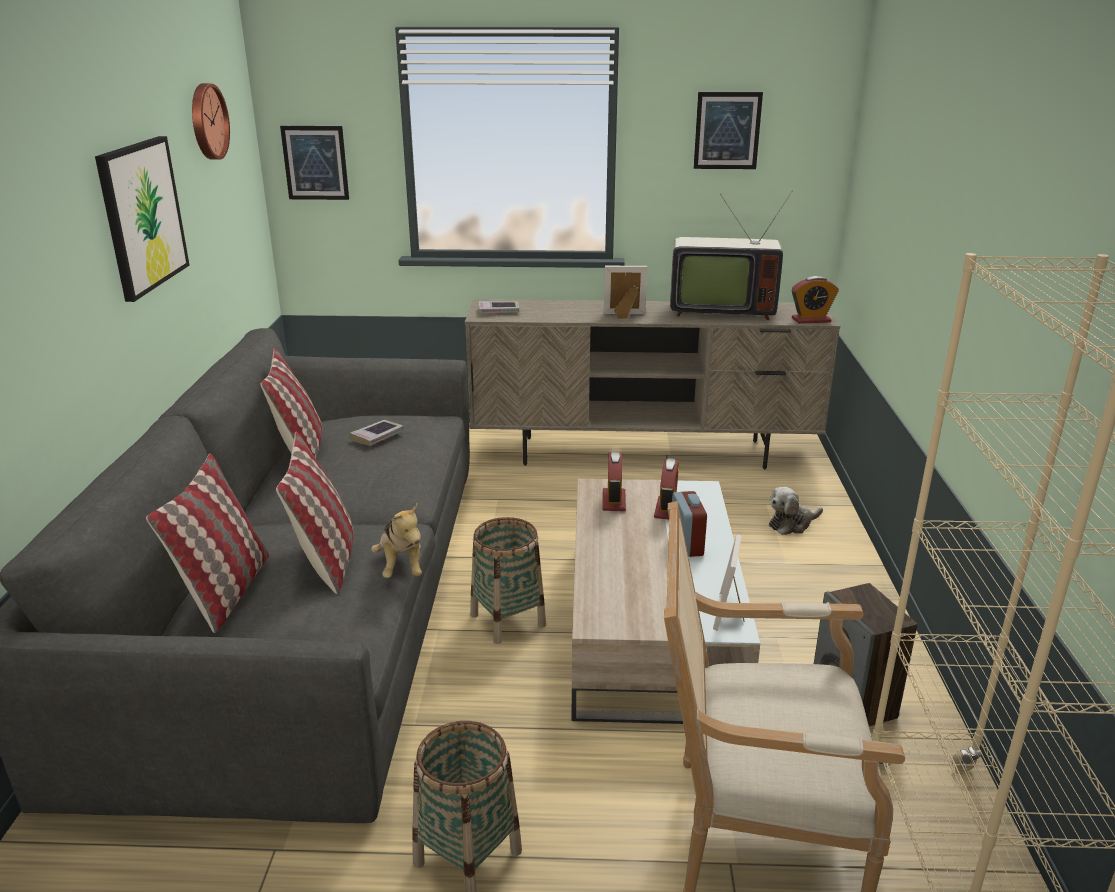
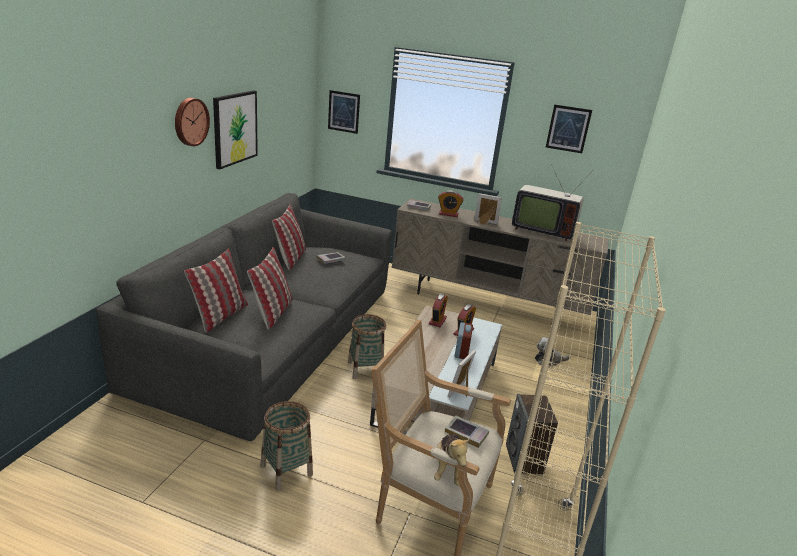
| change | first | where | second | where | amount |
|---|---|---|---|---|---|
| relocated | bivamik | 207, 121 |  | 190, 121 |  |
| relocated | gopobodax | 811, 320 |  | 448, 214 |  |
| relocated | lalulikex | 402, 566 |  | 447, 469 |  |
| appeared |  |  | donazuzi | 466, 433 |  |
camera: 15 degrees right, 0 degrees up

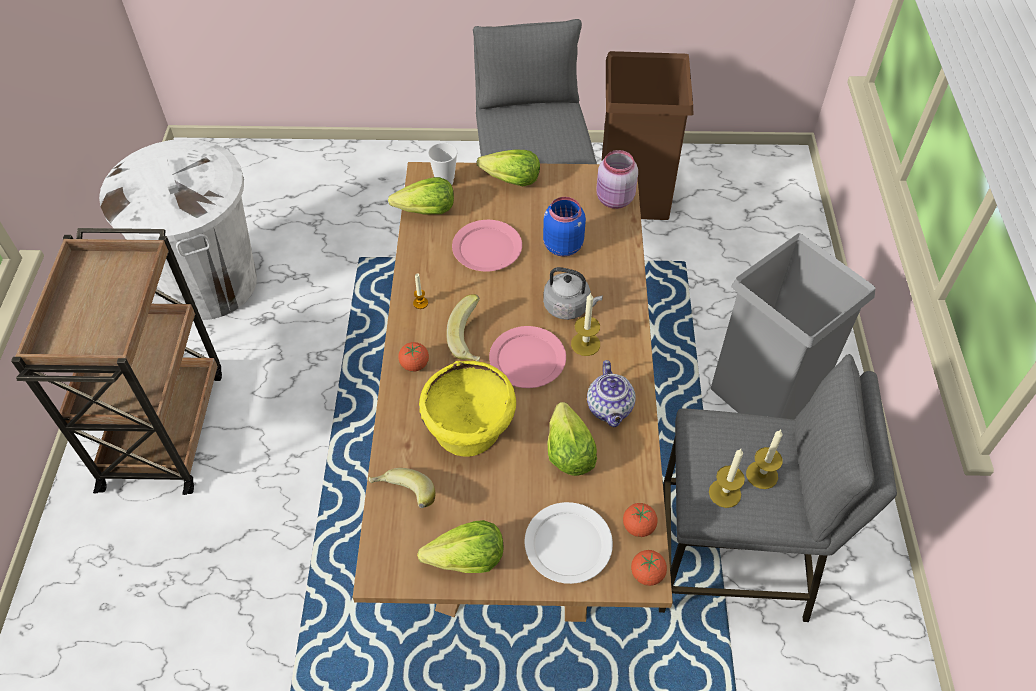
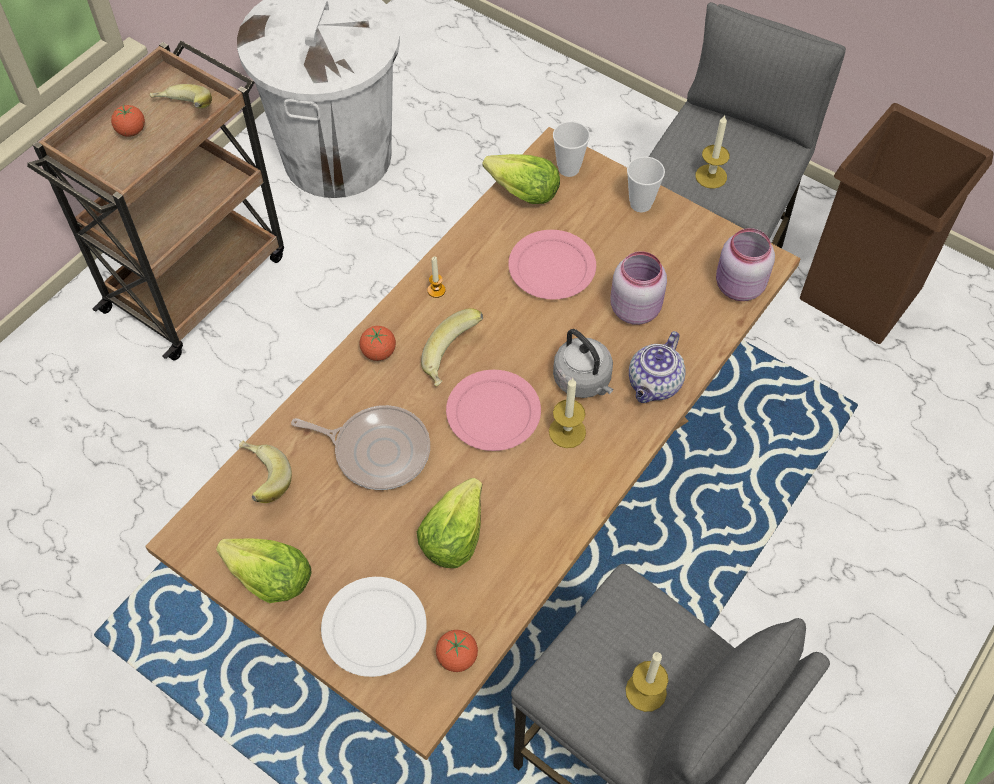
| change | first | where | second | where | amount |
|---|---|---|---|---|---|
| exchanged | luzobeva | 511, 180 | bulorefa | 640, 204 |  |
| colour | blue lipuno | 562, 245 | pink lipuno | 635, 308 |  |
| missing | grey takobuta | 765, 392 |  |  |  |
| relocated | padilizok | 610, 409 |  | 654, 385 |  |
| exchanged | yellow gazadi | 469, 429 | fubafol | 377, 450 |  |
| relocated | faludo | 725, 493 |  | 711, 176 |  |
| relocated | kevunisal | 647, 574 |  | 131, 131 |  |
| appeared |  |  | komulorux | 184, 112 |  |
camera: 35 degrees right, 5 degrees up

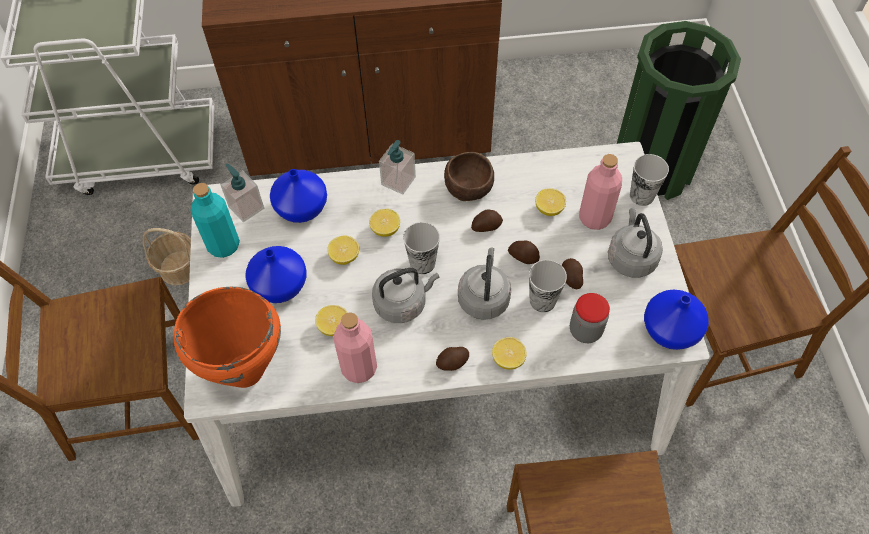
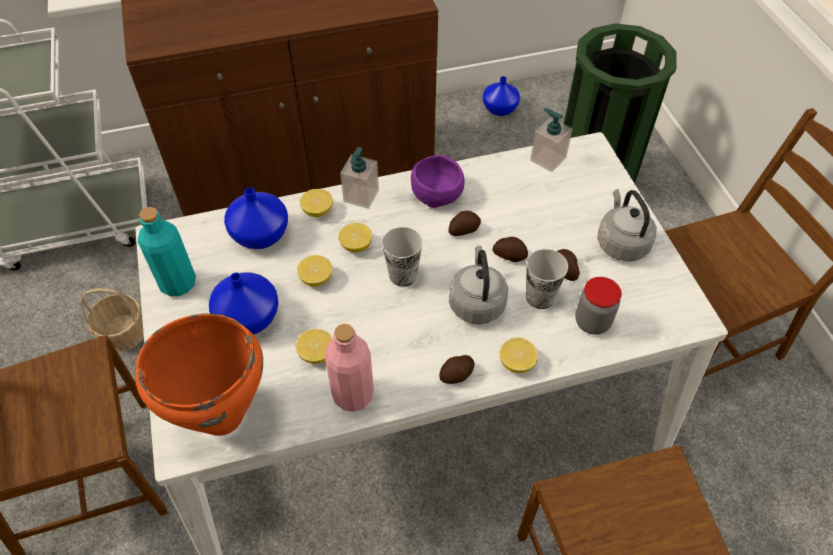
| change | first | where | second | where | amount |
|---|---|---|---|---|---|
| colour | brown gazadi | 469, 186 | purple gazadi | 437, 192 |  |
| missing | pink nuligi | 594, 218 |  |  |  |
| missing | bulorefa | 641, 196 |  |  |  |
| relocated | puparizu | 246, 207 |  | 547, 159 |  |
| relocated | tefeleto | 549, 209 |  | 317, 211 |  |
| missing | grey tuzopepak | 403, 303 |  |  |  |
| relocated | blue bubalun | 671, 331 |  | 500, 109 |  |
camera: 10 degrees left, 5 degrees down

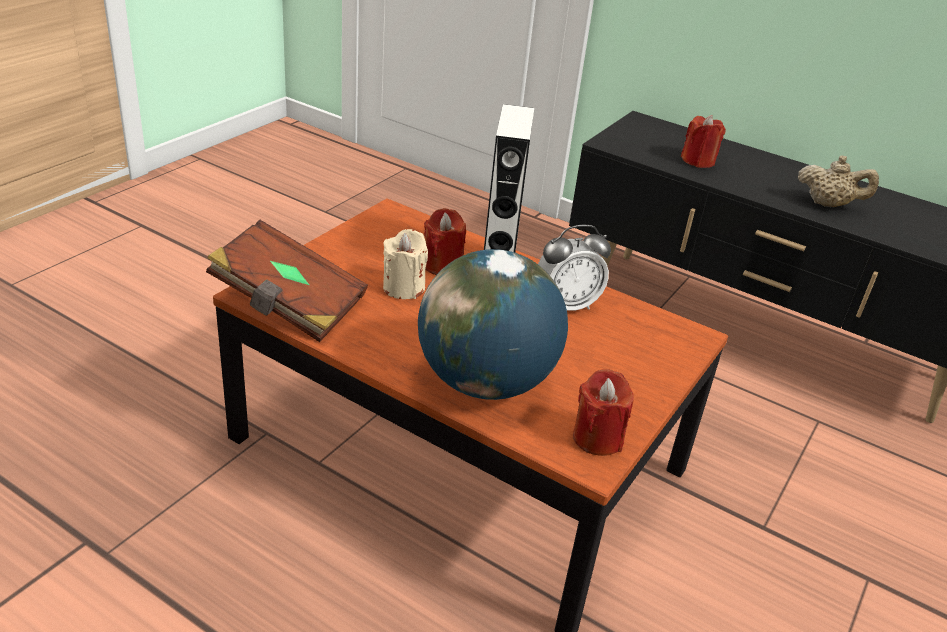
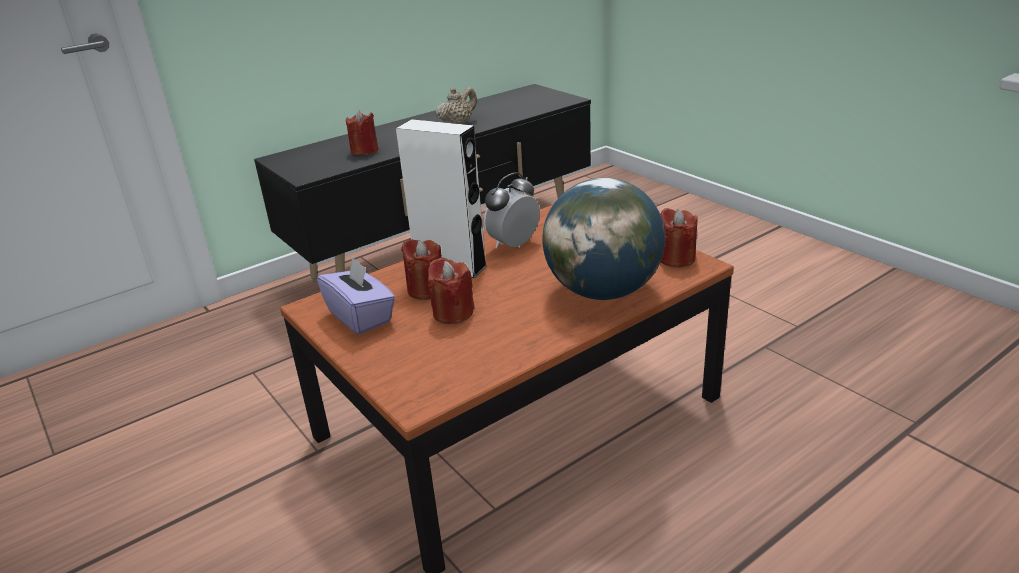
| change | first | where | second | where | amount |
|---|---|---|---|---|---|
| missing | brown donazuzi | 288, 304 |  |  |  |
| spun | gopobodax | 566, 305 |  | 513, 245 | 135 degrees counterclockwise |
| colour | beige faludo | 404, 288 | red faludo | 453, 313 |  |
| appeared |  |  | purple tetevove | 361, 317 |  |
camera: 65 degrees left, 5 degrees down

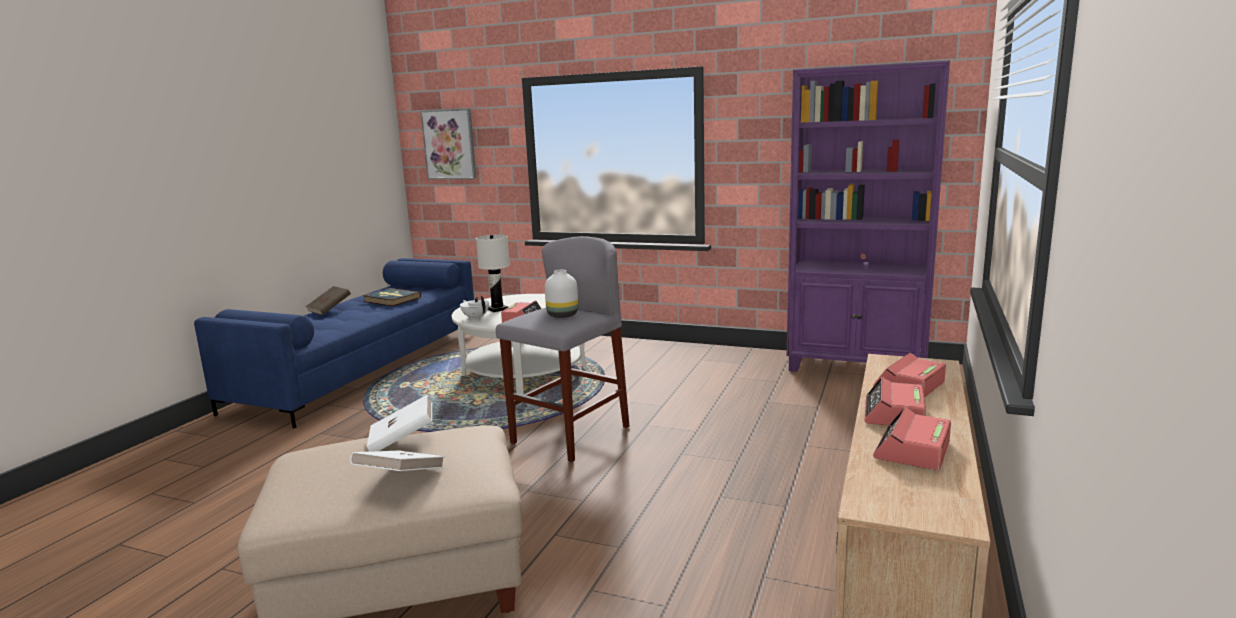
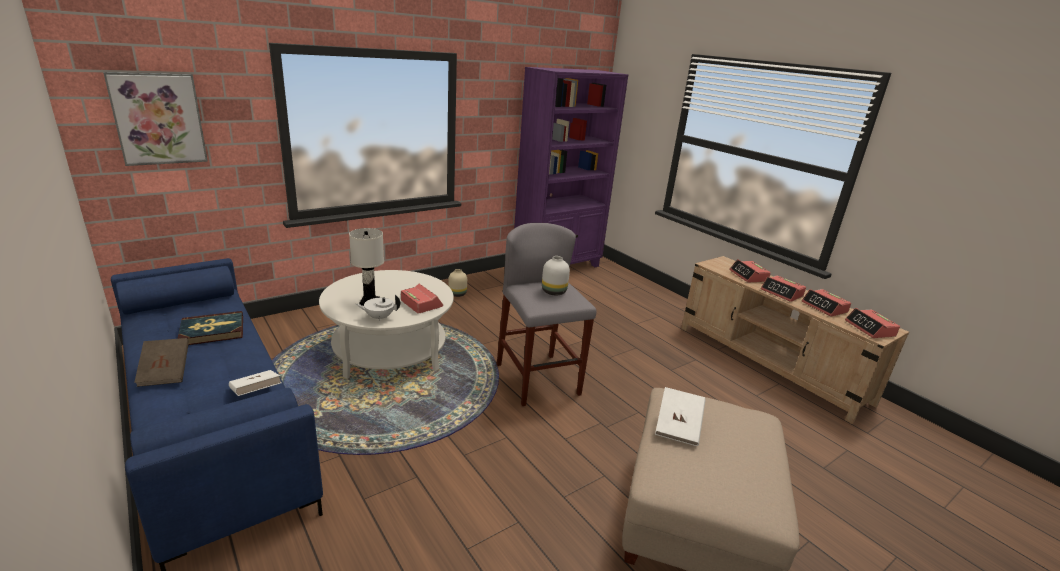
| change | first | where | second | where | amount |
|---|---|---|---|---|---|
| relocated | white donazuzi | 401, 478 |  | 256, 393 |  |
| appeared |  |  | beige bubalun | 457, 294 |  |
| appeared |  |  | gopobodax | 870, 329 |  |
camera: 60 degrees left, 10 degrees up

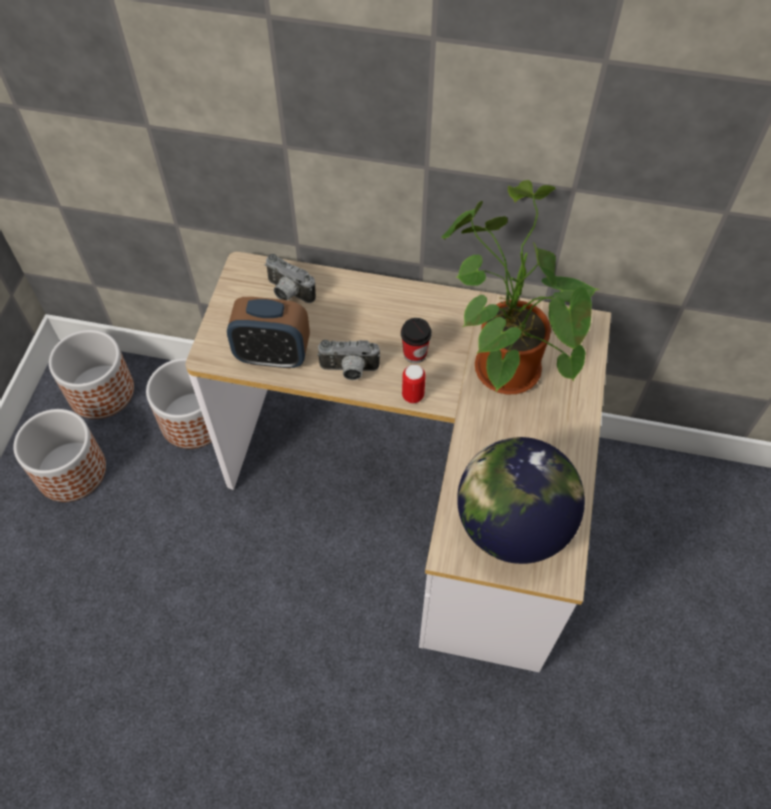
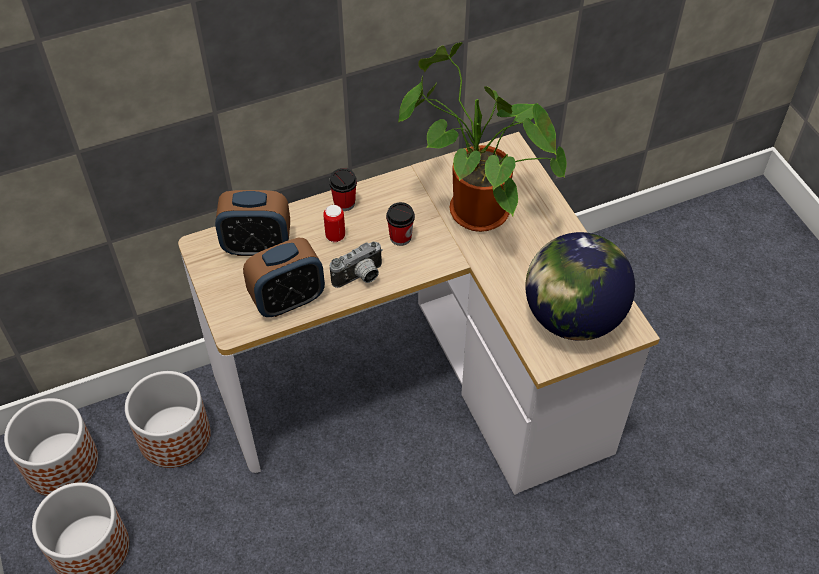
| change | first | where | second | where | amount |
|---|---|---|---|---|---|
| exchanged | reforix | 287, 293 | gopobodax | 257, 246 |  |
| relocated | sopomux | 413, 395 |  | 335, 236 |  |
| appeared |  |  | bulorefa | 344, 203 |  |
camera: 35 degrees left, 5 degrees down

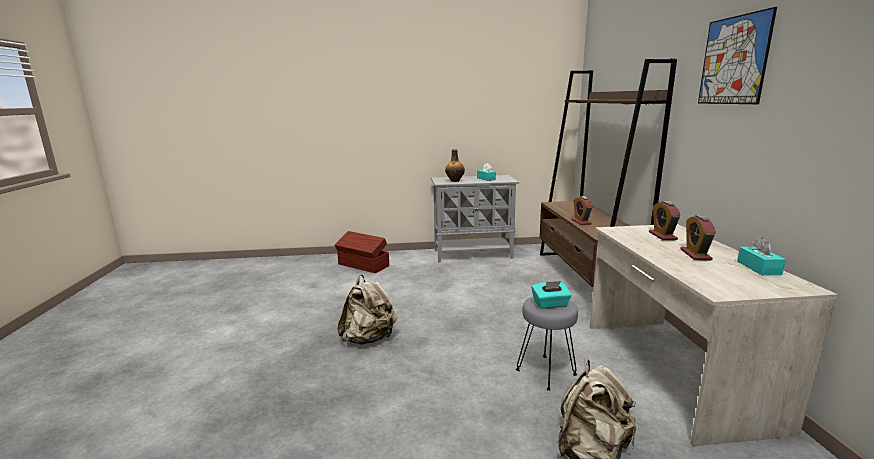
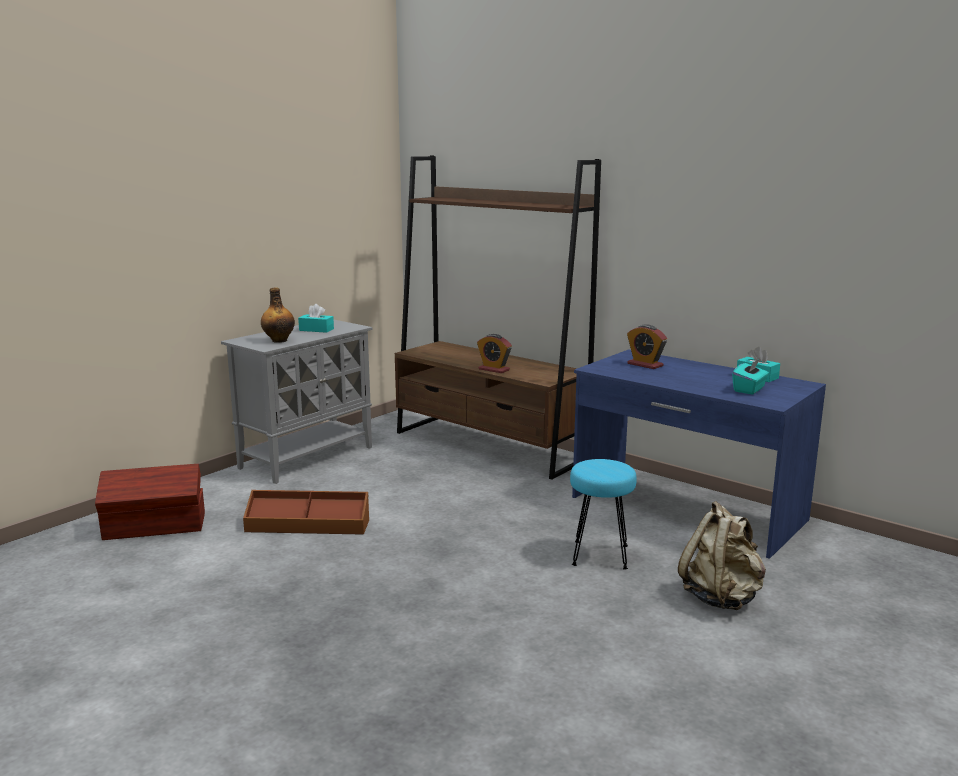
| change | first | where | second | where | amount |
|---|---|---|---|---|---|
| missing | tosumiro | 733, 60 |  |  |  |
| missing | gopobodax | 695, 255 |  |  |  |
| colour | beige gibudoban | 672, 371 | blue gibudoban | 686, 509 |  |
| missing | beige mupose | 369, 339 |  |  |  |
| relocated | turquoise tetevove | 550, 304 |  | 749, 389 |  |
| colour | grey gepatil | 545, 372 | turquoise gepatil | 599, 555 |  |
| appeared |  |  | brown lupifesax | 308, 525 |  |
camera: 45 degrees left, 0 degrees up

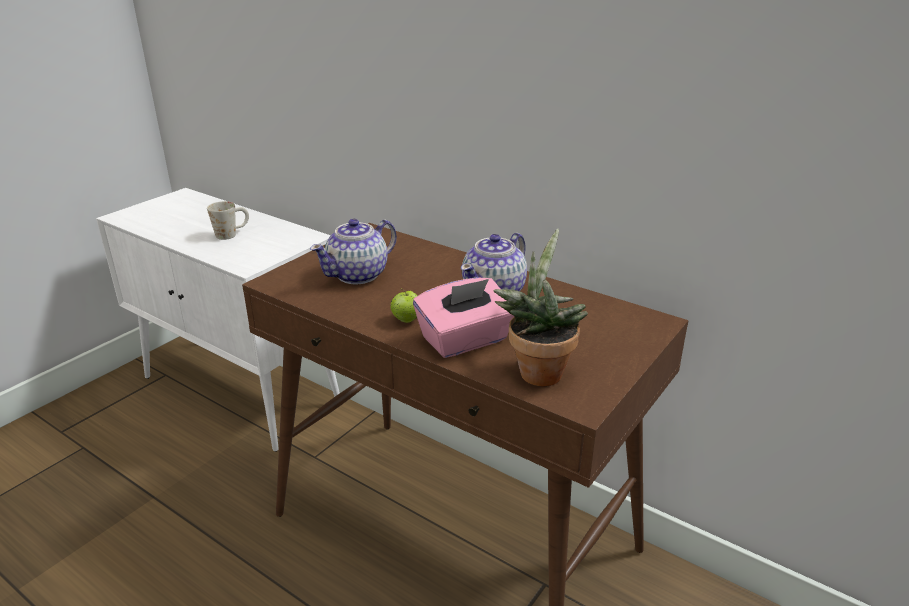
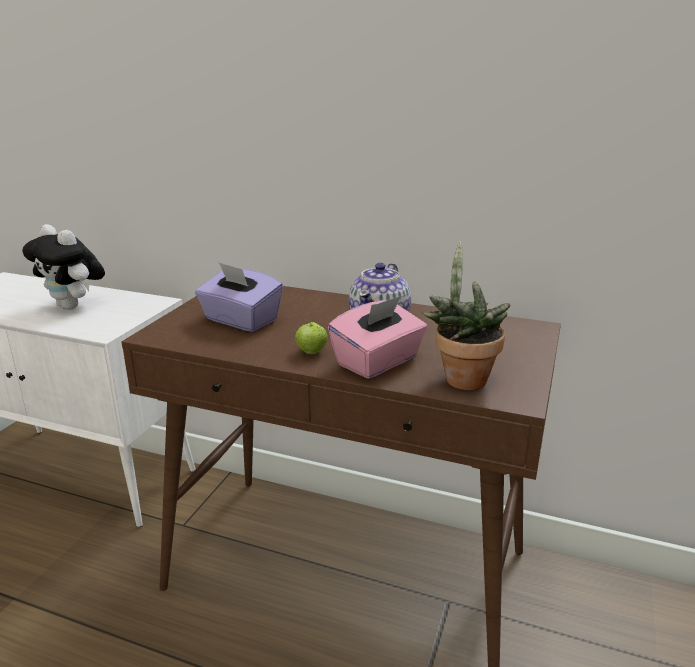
| change | first | where | second | where | amount |
|---|---|---|---|---|---|
| exchanged | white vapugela | 232, 234 | lalulikex | 74, 307 |  |
| exchanged | padilizok | 358, 275 | purple tetevove | 240, 320 |  |
camera: 15 degrees left, 5 degrees down

